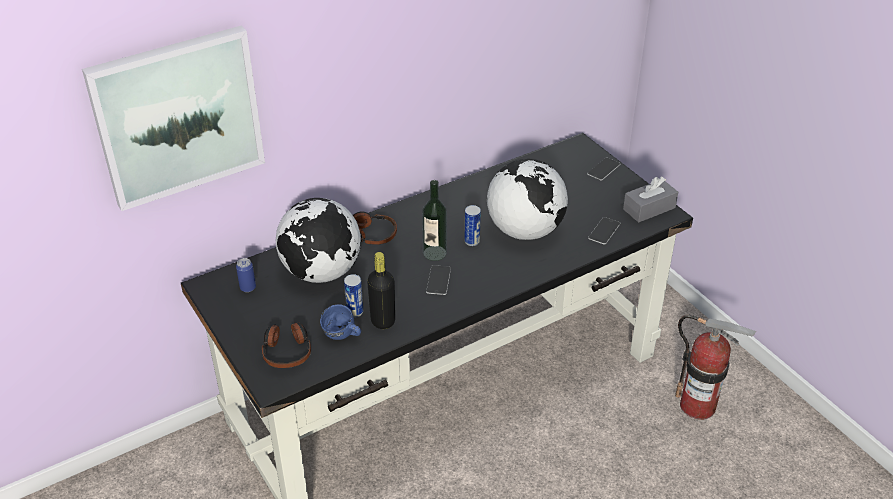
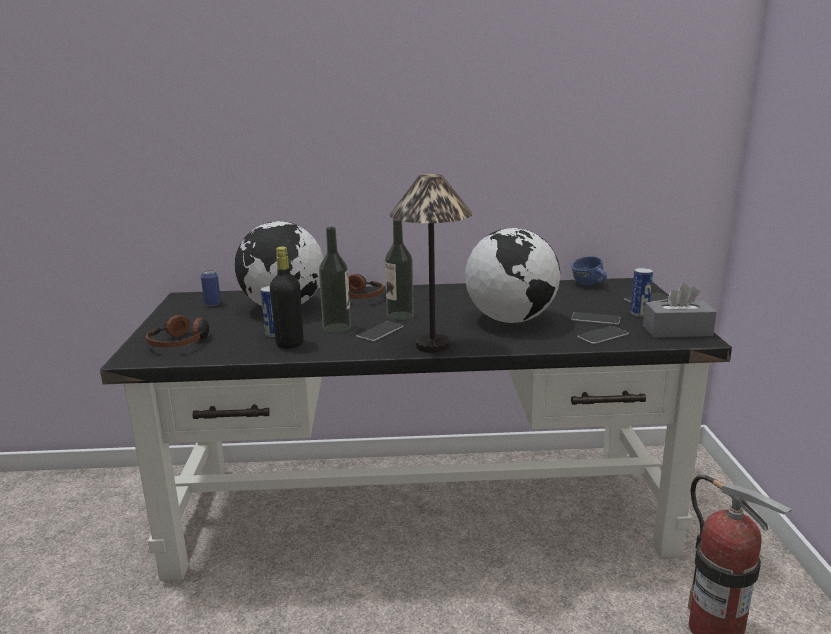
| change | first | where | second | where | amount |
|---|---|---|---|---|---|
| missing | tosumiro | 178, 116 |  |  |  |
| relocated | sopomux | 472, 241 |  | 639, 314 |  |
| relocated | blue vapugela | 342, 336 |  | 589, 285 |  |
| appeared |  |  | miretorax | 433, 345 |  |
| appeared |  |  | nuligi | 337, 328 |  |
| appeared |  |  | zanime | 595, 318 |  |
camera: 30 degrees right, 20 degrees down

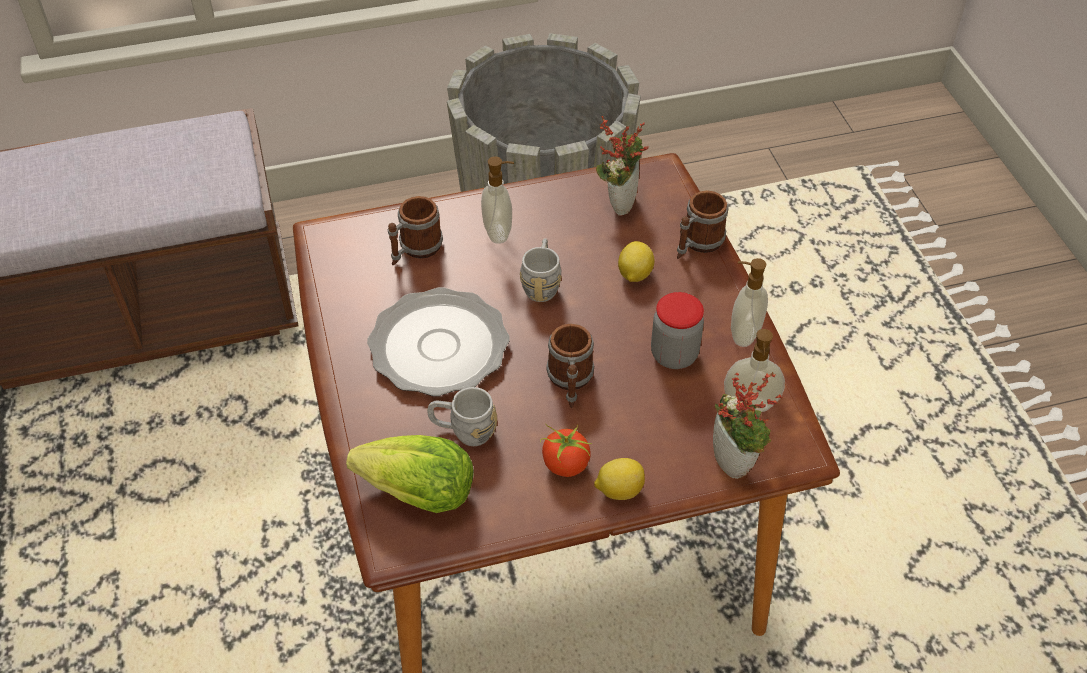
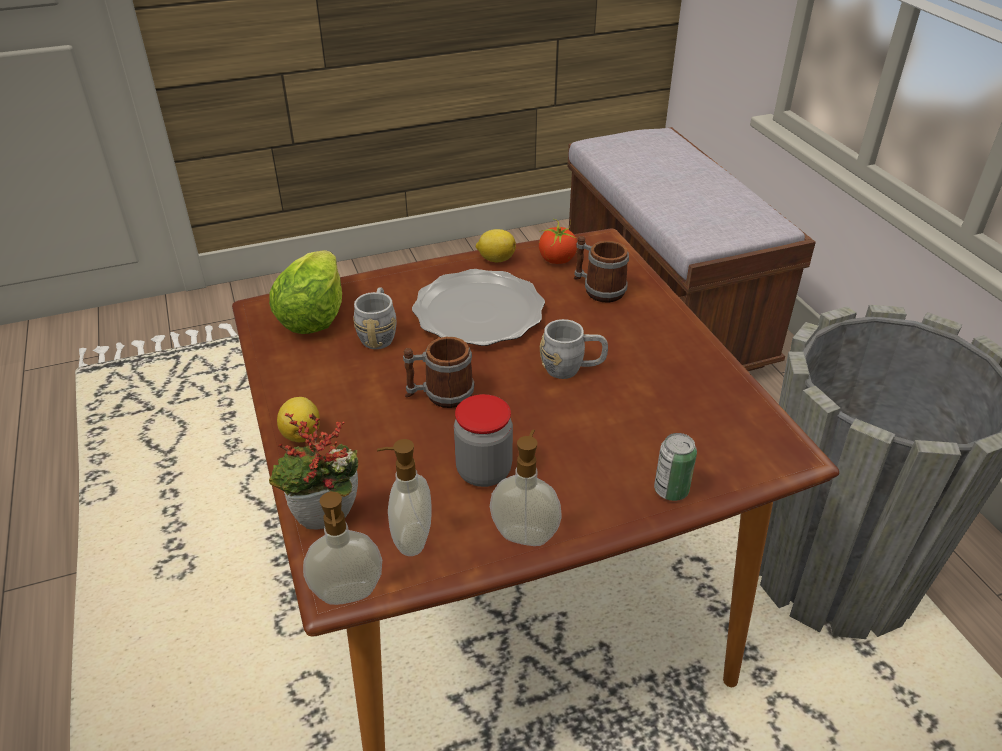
| change | first | where | second | where | amount |
|---|---|---|---|---|---|
| missing | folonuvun | 619, 201 |  |  |  |
| relocated | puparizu | 499, 232 |  | 348, 595 |  |
| exchanged | vapugela | 697, 244 | sopomux | 671, 490 |  |
| relocated | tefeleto | 634, 274 |  | 495, 259 |  |
| relocated | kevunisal | 565, 465 |  | 557, 259 |  |
camera: 85 degrees right, 10 degrees down

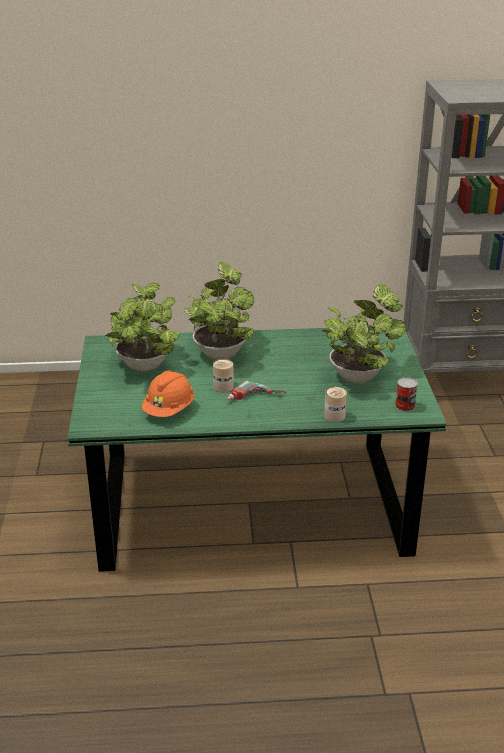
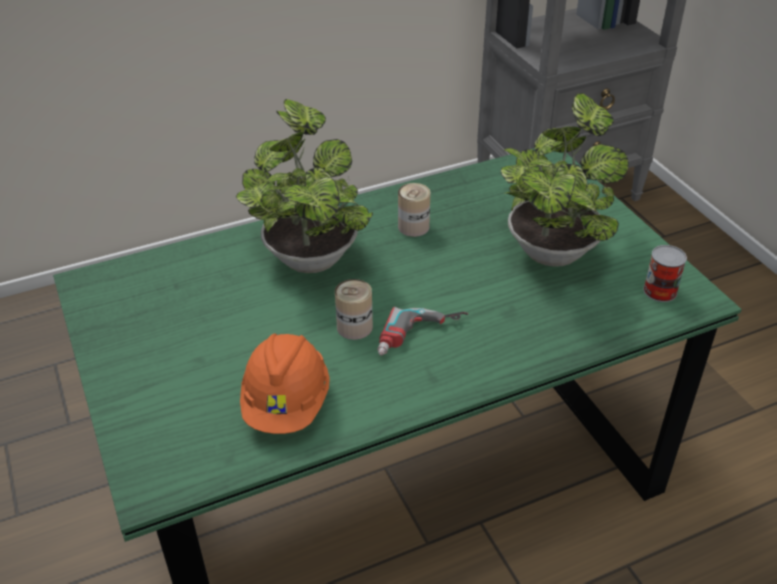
| change | first | where | second | where | amount |
|---|---|---|---|---|---|
| missing | folonuvun | 144, 367 |  |  |  |
| relocated | sopomux | 334, 416 |  | 413, 227 |  |
camera: 20 degrees left, 10 degrees up

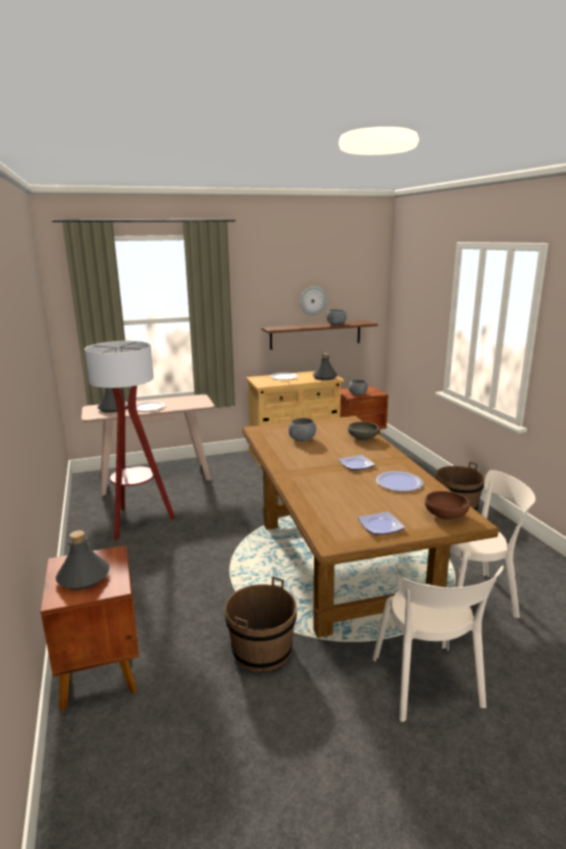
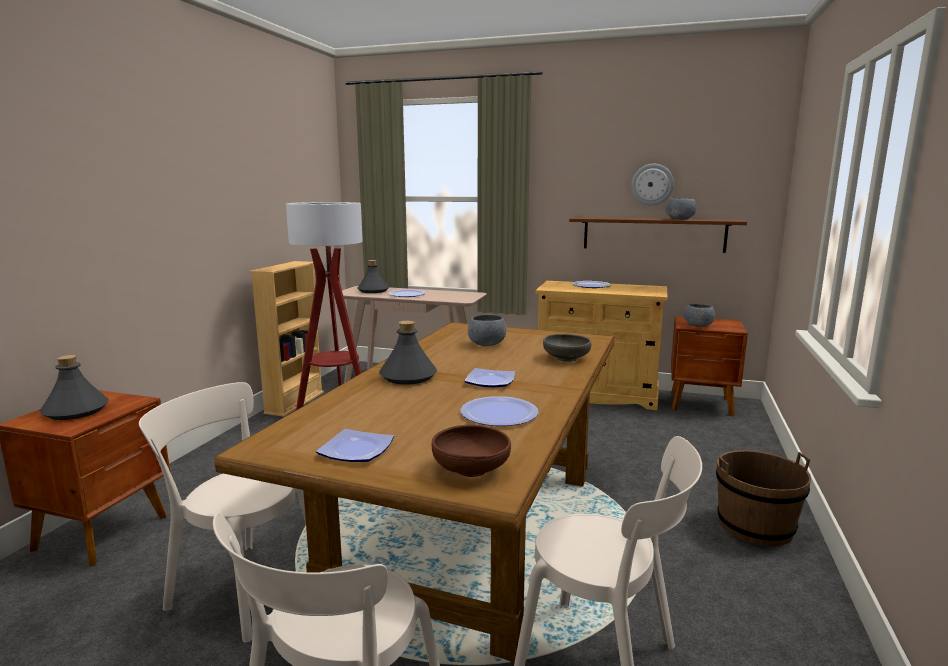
| change | first | where | second | where | amount |
|---|---|---|---|---|---|
| relocated | grey nuligi | 324, 377 |  | 407, 377 |  |
| exchanged | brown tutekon | 261, 650 | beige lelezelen | 242, 587 |  |
| appeared |  |  | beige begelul | 294, 402 |  |
camera: 35 degrees right, 5 degrees down

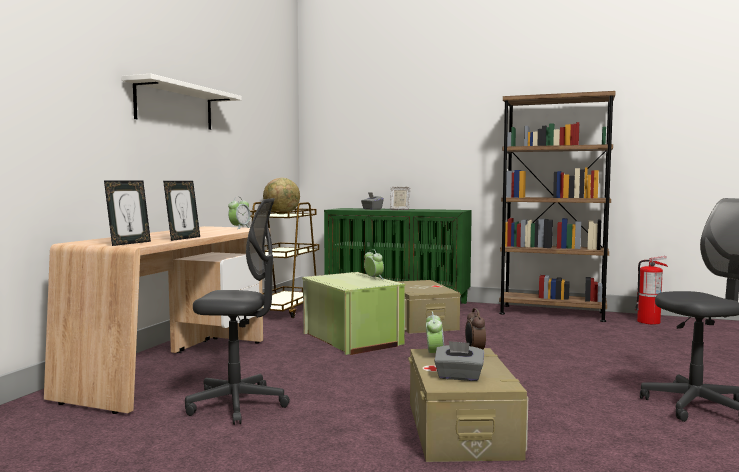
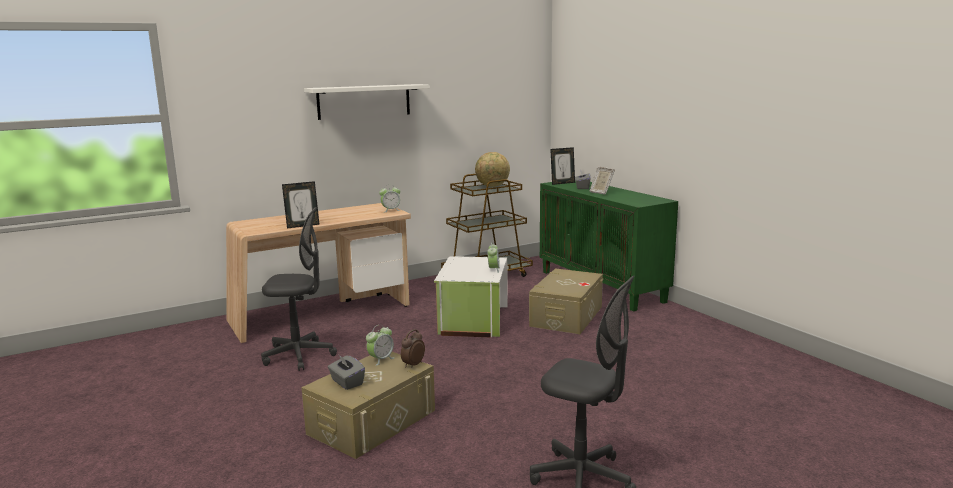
| change | first | where | second | where | amount |
|---|---|---|---|---|---|
| missing | brown begelul | 552, 313 |  |  |  |
| relocated | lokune | 129, 243 |  | 562, 183 |  |
| spun | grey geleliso | 237, 405 |  | 299, 356 | 45 degrees counterclockwise |
| missing | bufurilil | 649, 322 |  |  |  |
| colour | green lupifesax | 351, 339 | white lupifesax | 472, 320 |  |
camera: 40 degrees right, 10 degrees up

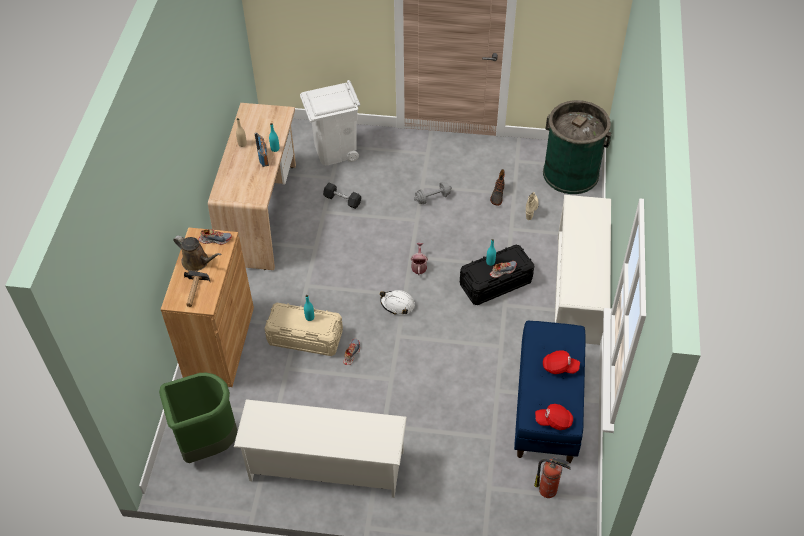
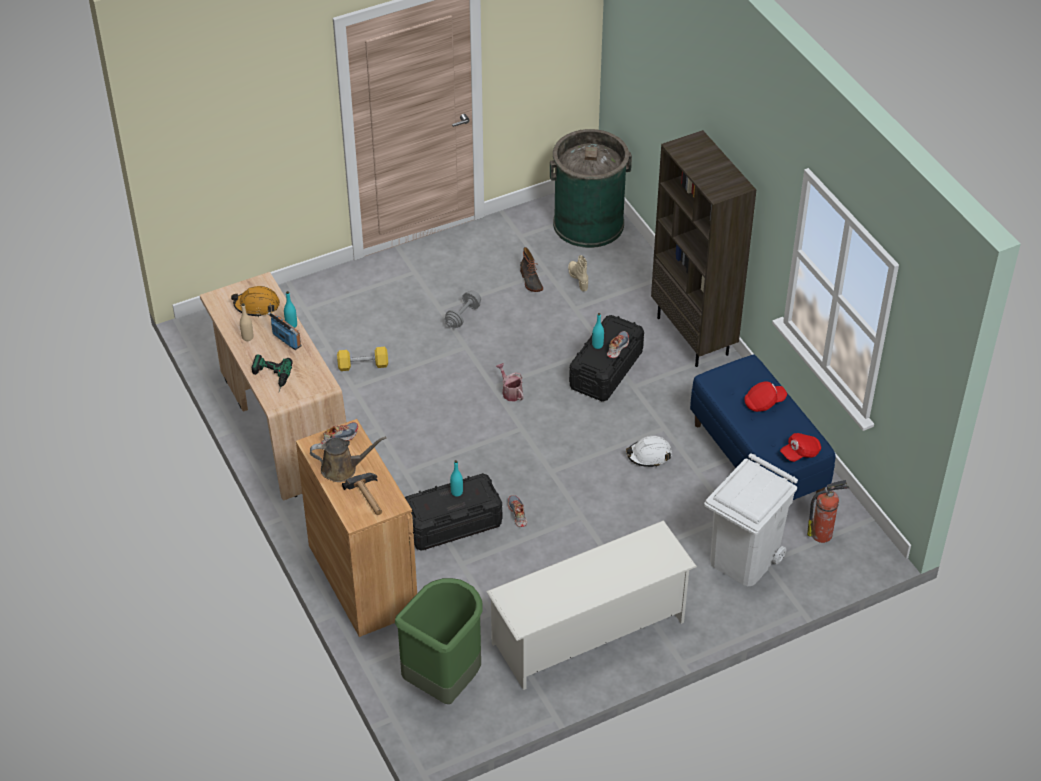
| change | first | where | second | where | amount |
|---|---|---|---|---|---|
| relocated | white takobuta | 335, 151 |  | 744, 559 |  |
| colour | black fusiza | 342, 200 | yellow fusiza | 363, 365 |  |
| exchanged | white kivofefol | 578, 290 | brown begelul | 694, 336 |  |
| relocated | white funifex | 397, 304 |  | 649, 455 |  |
| colour | beige lupifesax | 305, 337 | black lupifesax | 452, 523 |  |
| appeared |  |  | orange funifex | 257, 306 |  |
| appeared |  |  | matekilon | 270, 377 |  |
camera: 35 degrees left, 5 degrees down

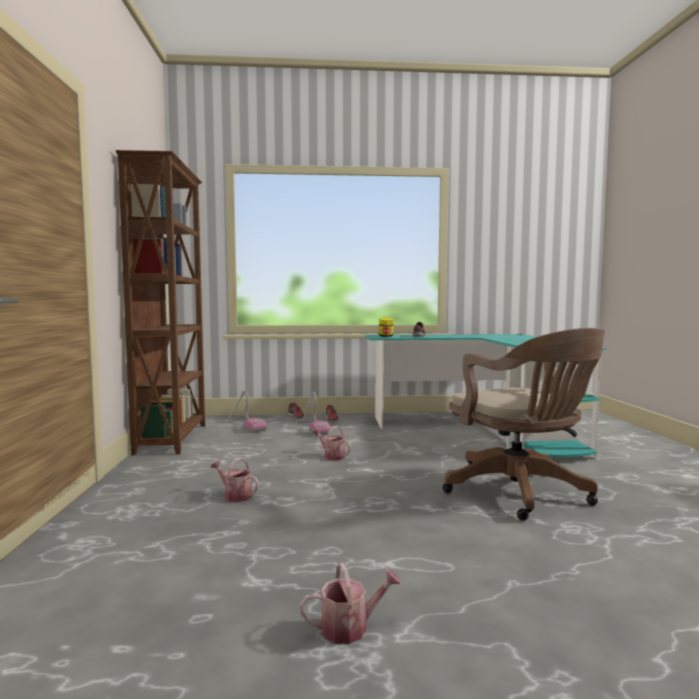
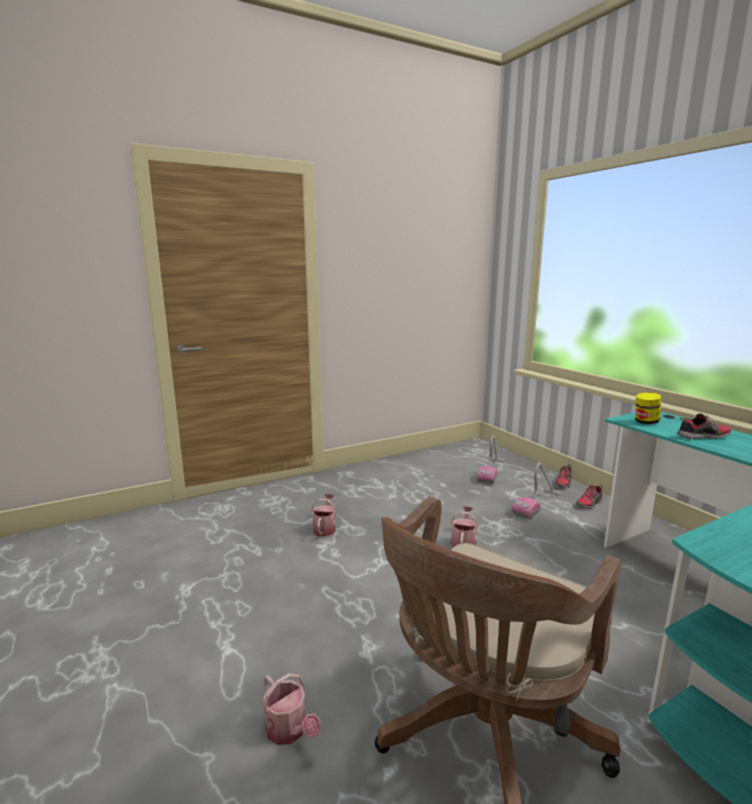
| change | first | where | second | where | amount |
|---|---|---|---|---|---|
| missing | brown begelul | 173, 438 |  |  |  |
| relocated | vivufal | 351, 627 |  | 289, 731 |  |
camera: 65 degrees right, 10 degrees up

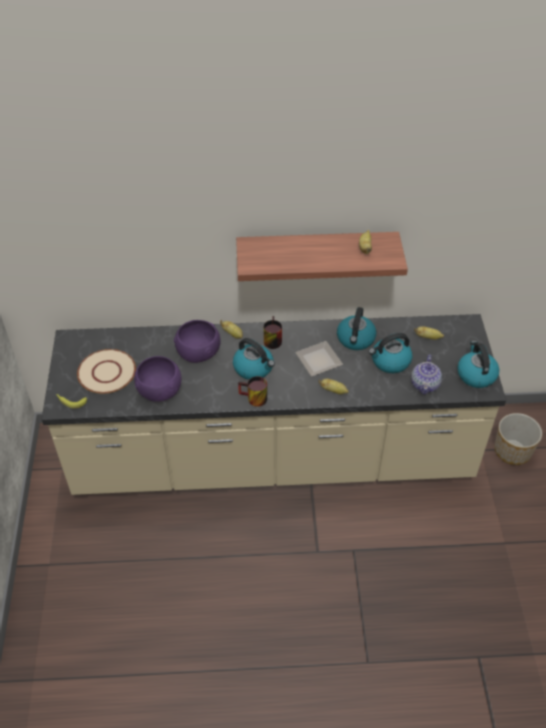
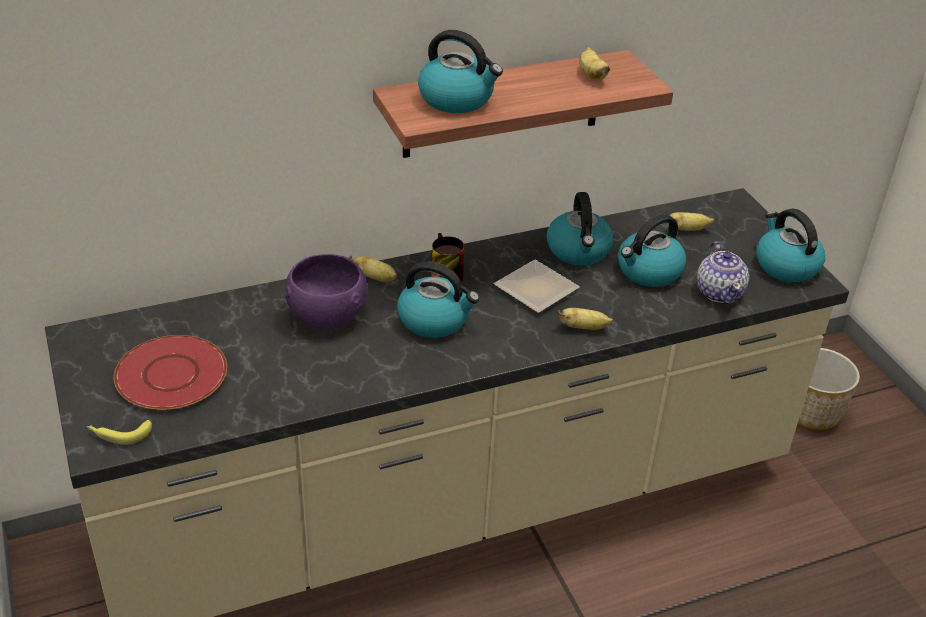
| change | first | where | second | where | amount |
|---|---|---|---|---|---|
| colour | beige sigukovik | 106, 372 | red sigukovik | 170, 374 |  |
| missing | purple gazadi | 159, 389 |  |  |  |
| missing | vapugela | 253, 399 |  |  |  |
| appeared |  |  | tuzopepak | 457, 99 |  |
camera: 20 degrees left, 10 degrees down

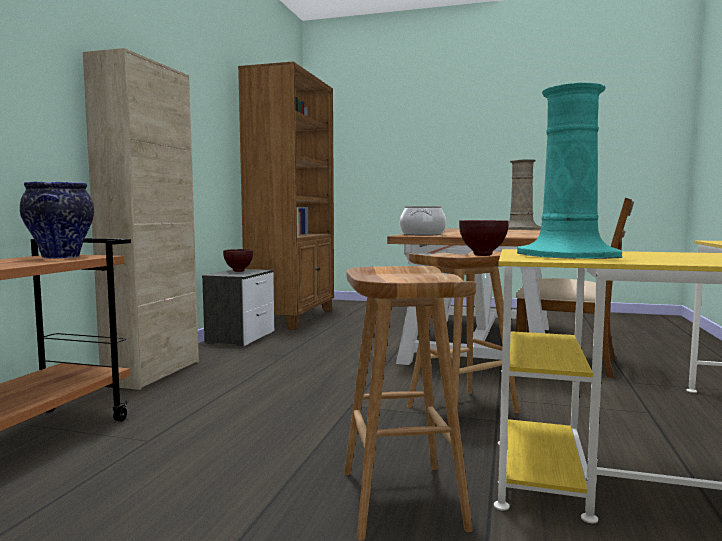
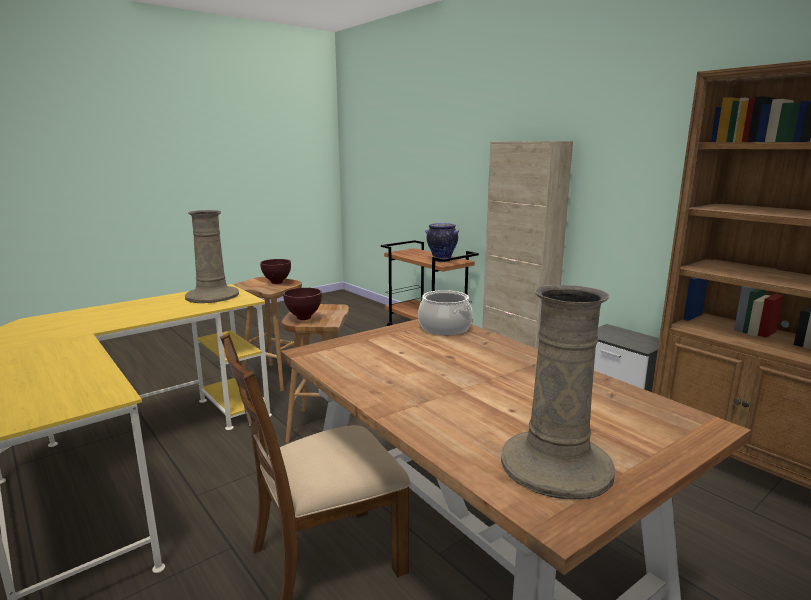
| change | first | where | second | where | amount |
|---|---|---|---|---|---|
| colour | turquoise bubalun | 568, 255 | beige bubalun | 212, 296 |  |
| relocated | brown gazadi | 238, 271 |  | 277, 283 |  |
camera: 125 degrees right, 10 degrees up

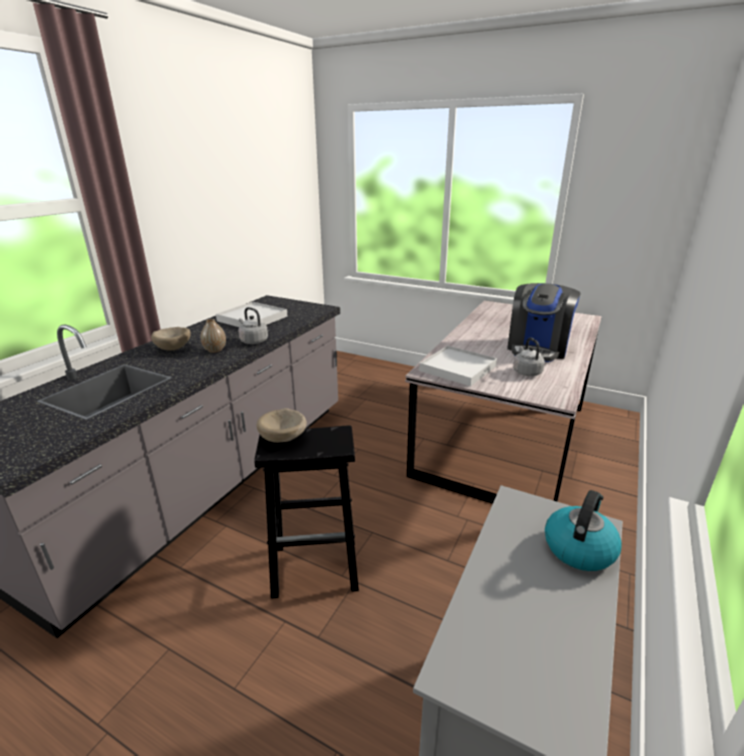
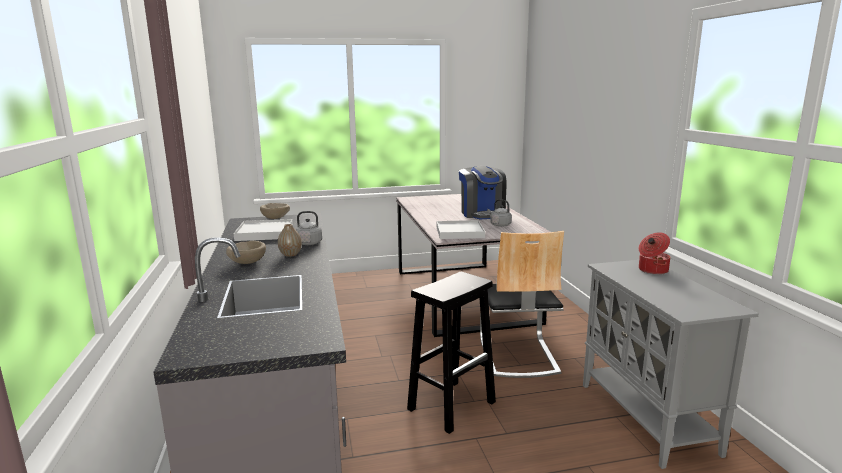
| change | first | where | second | where | amount |
|---|---|---|---|---|---|
| relocated | beige gazadi | 284, 439 |  | 276, 218 |  |
| exchanged | tuzopepak | 578, 548 | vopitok | 652, 270 |  |
| appeared |  |  | lelezelen | 517, 355 |  |
camera: 40 degrees left, 10 degrees down

